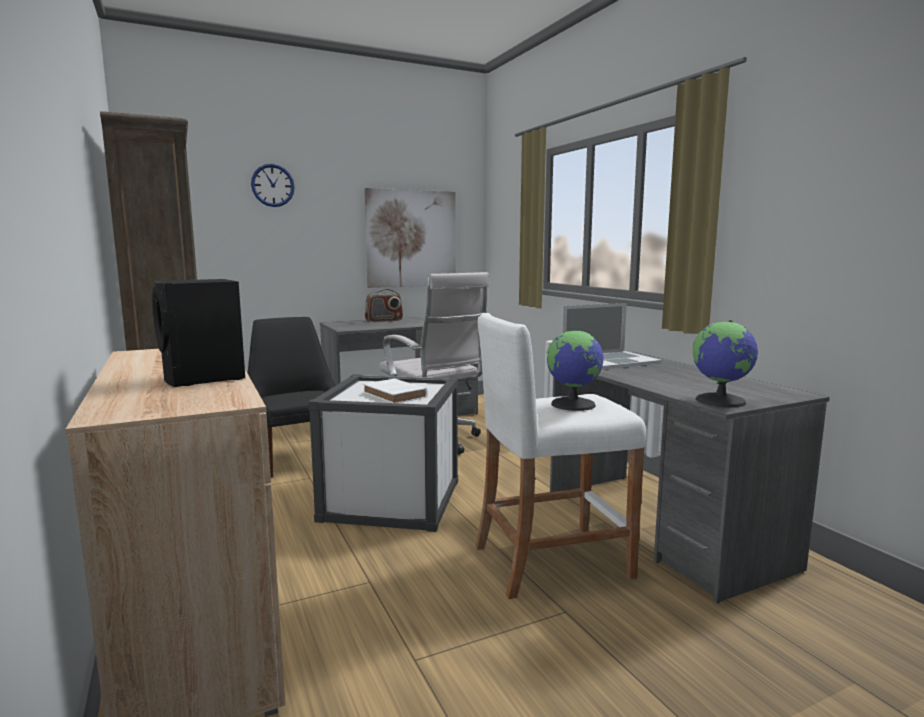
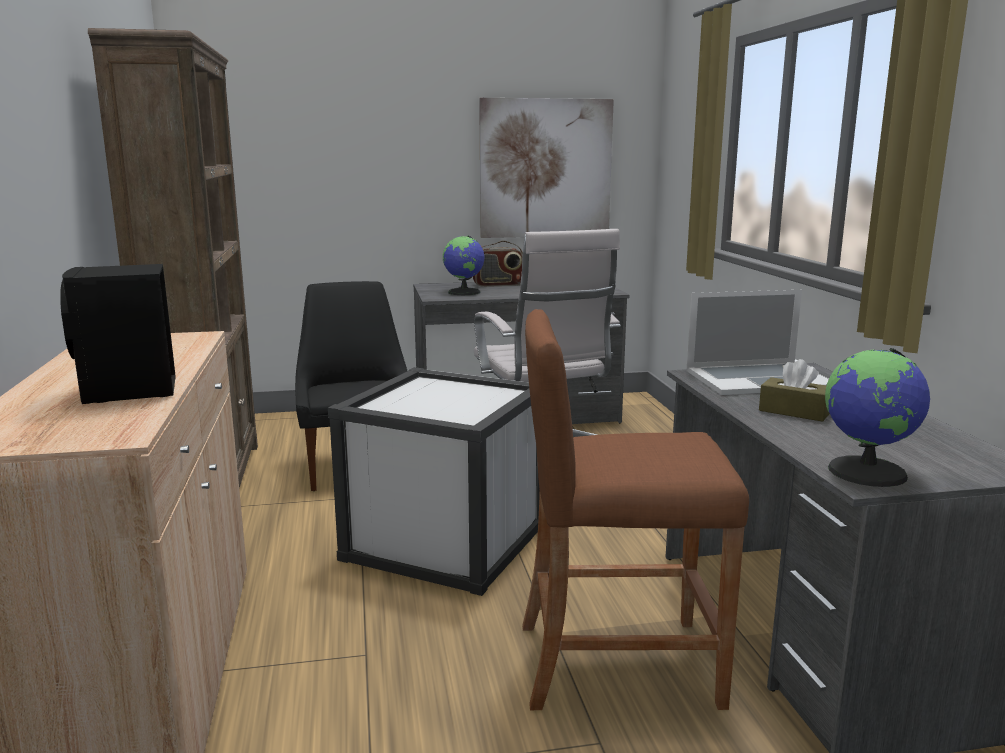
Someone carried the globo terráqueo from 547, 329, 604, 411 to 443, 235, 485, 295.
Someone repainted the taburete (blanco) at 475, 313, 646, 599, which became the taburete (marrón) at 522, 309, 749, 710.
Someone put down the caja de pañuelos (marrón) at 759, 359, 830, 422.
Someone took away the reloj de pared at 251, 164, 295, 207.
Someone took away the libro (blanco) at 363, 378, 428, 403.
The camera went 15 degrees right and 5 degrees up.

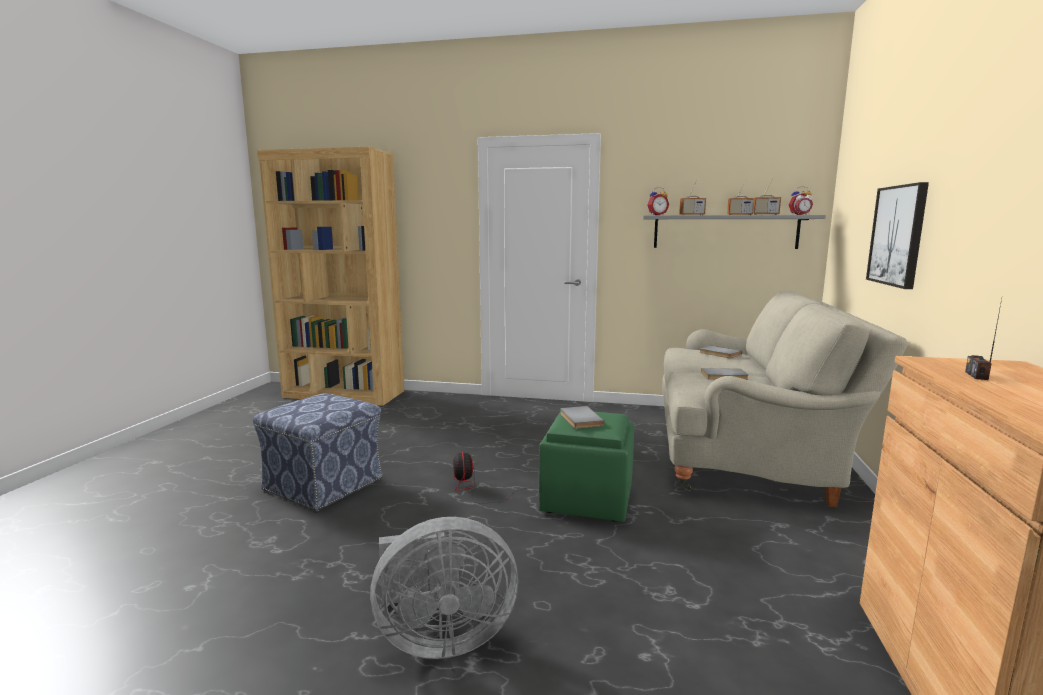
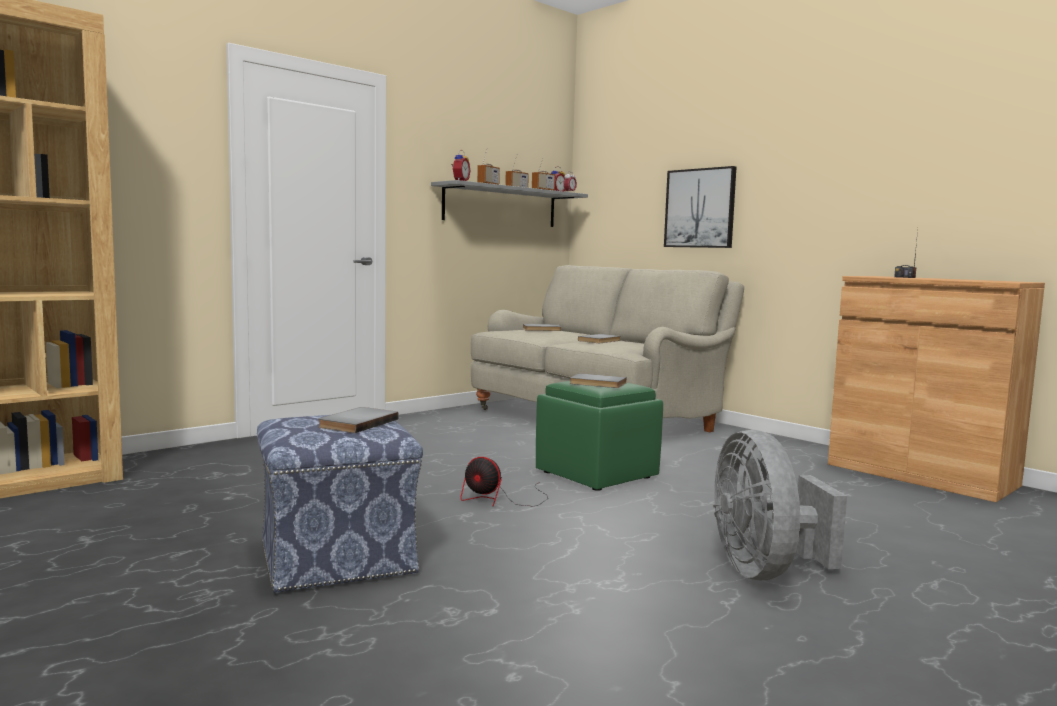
Someone put down the libro (gris) at 318, 407, 399, 433.
Someone rotated the ventilador (gris) at 370, 517, 518, 659 by 150 degrees clockwise.
The camera went 55 degrees left and 5 degrees down.

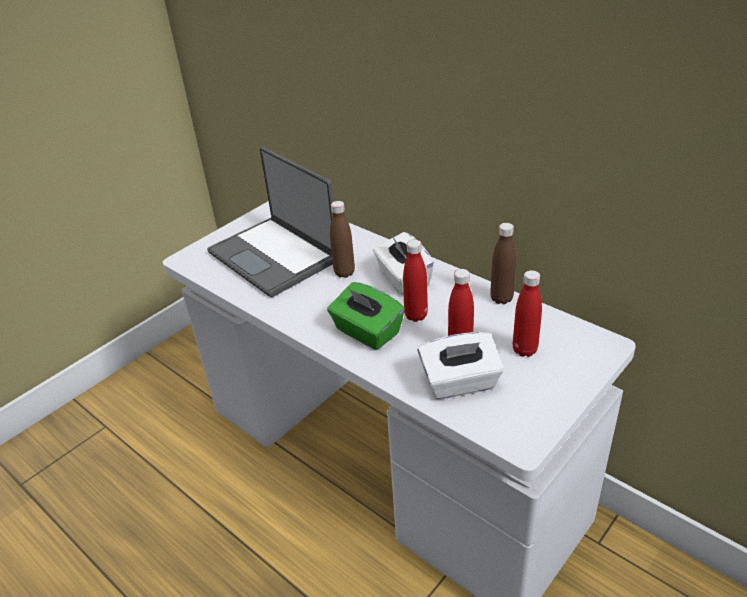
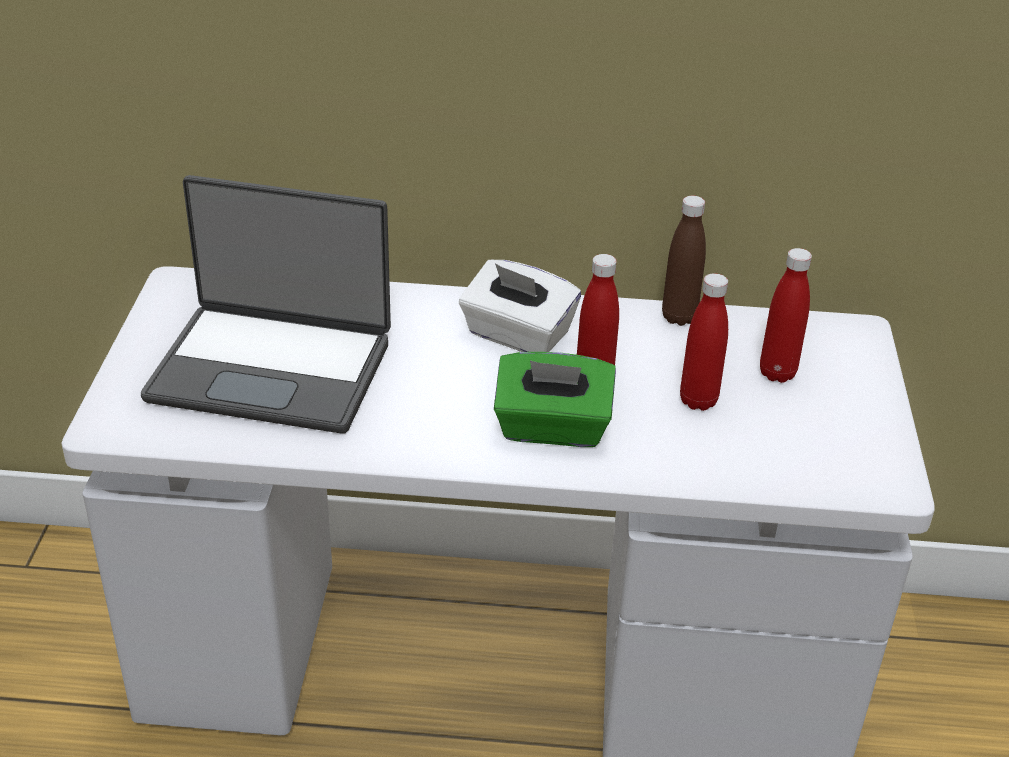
Someone took away the botella (marrón) at 330, 201, 355, 278.
Someone took away the caja de pañuelos (blanco) at 418, 332, 504, 399.
The camera went 40 degrees left and 0 degrees up.

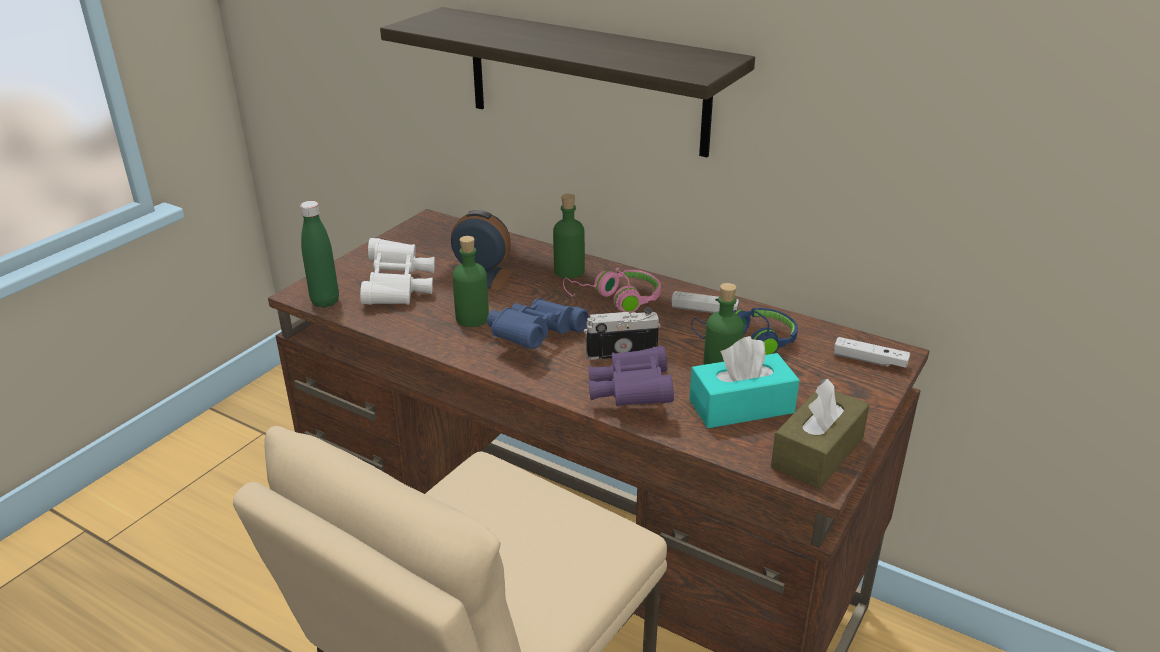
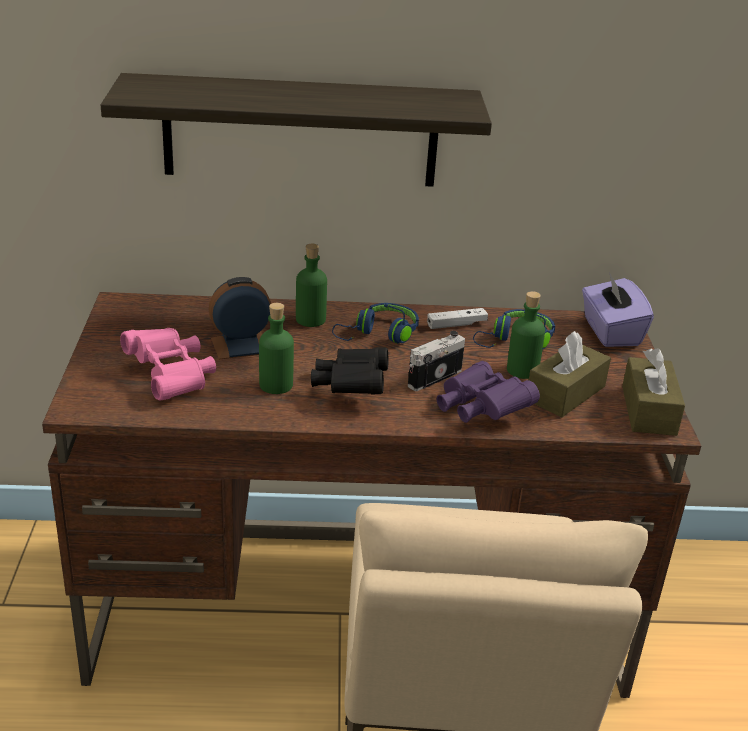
Someone repainted the prismáticos (blanco) at 360, 238, 435, 305, which became the prismáticos (rosa) at 120, 328, 216, 400.
Someone repainted the prismáticos (azul) at 487, 298, 589, 349, which became the prismáticos (negro) at 311, 347, 388, 395.
Someone repainted the auriculares (rosa) at 563, 267, 661, 313, which became the auriculares (azul) at 332, 303, 419, 343.
Someone repainted the caja de pañuelos (turquesa) at 689, 336, 800, 428, which became the caja de pañuelos (marrón) at 529, 331, 611, 418.
Someone swapped the mando de consola (blanco) at 834, 337, 910, 368 for the caja de pañuelos (morado) at 582, 272, 654, 347.
Someone took away the botella (verde) at 300, 201, 339, 308.
The camera went 35 degrees left and 0 degrees up.

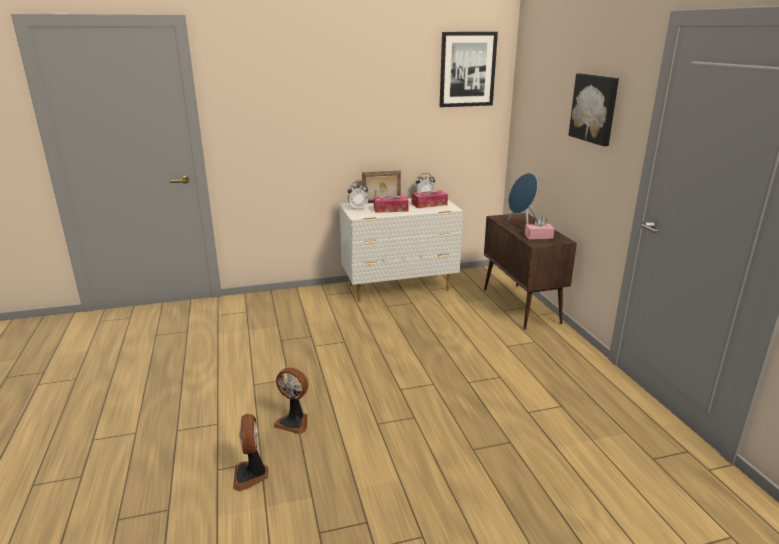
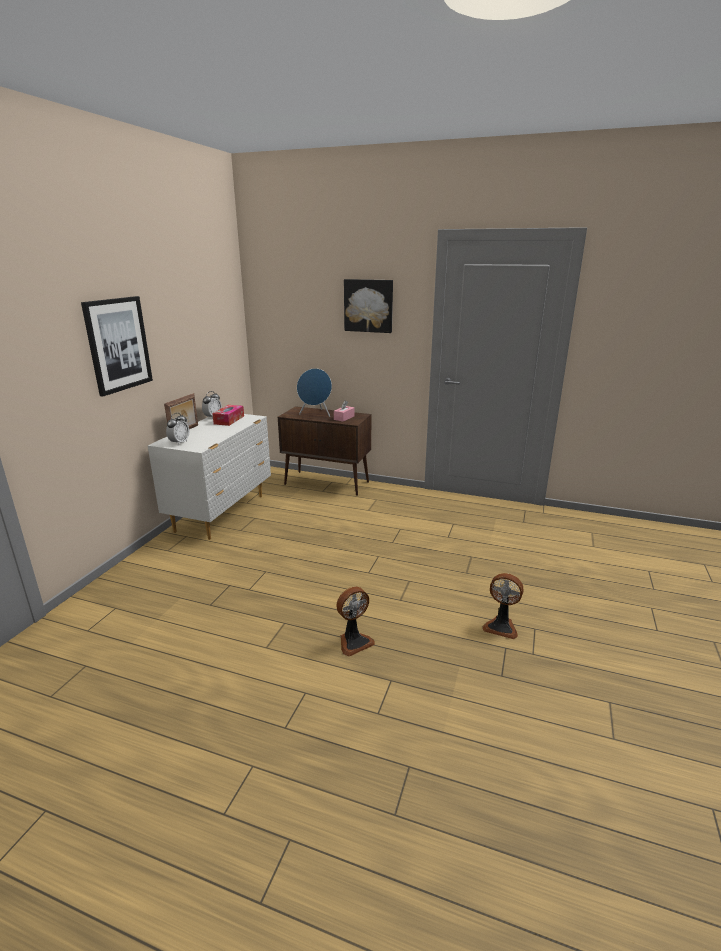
Someone carried the cuadro from 440, 32, 498, 107 to 81, 296, 153, 396.
Someone carried the ventilador from 233, 414, 268, 491 to 482, 573, 523, 639.
Someone took away the caja de pañuelos at 374, 196, 409, 213.
The camera went 55 degrees left and 0 degrees up.

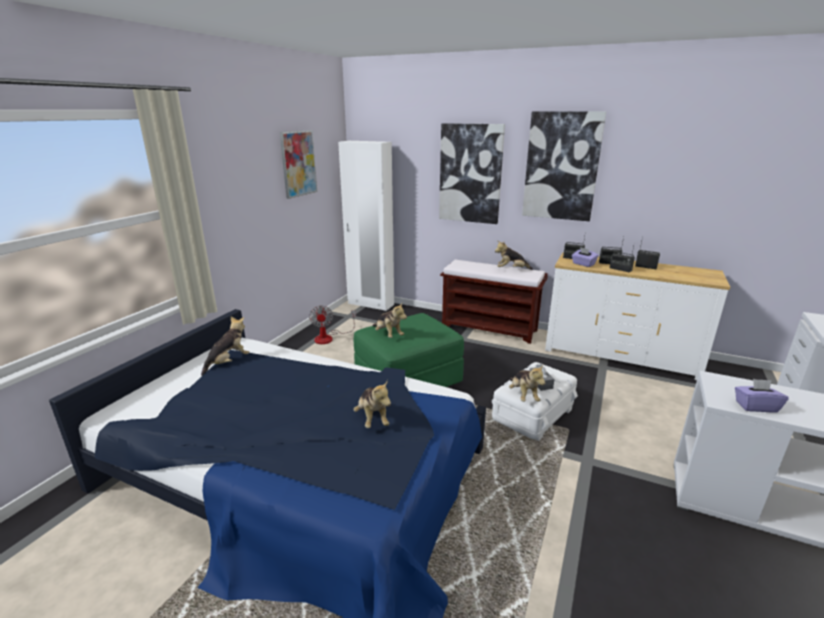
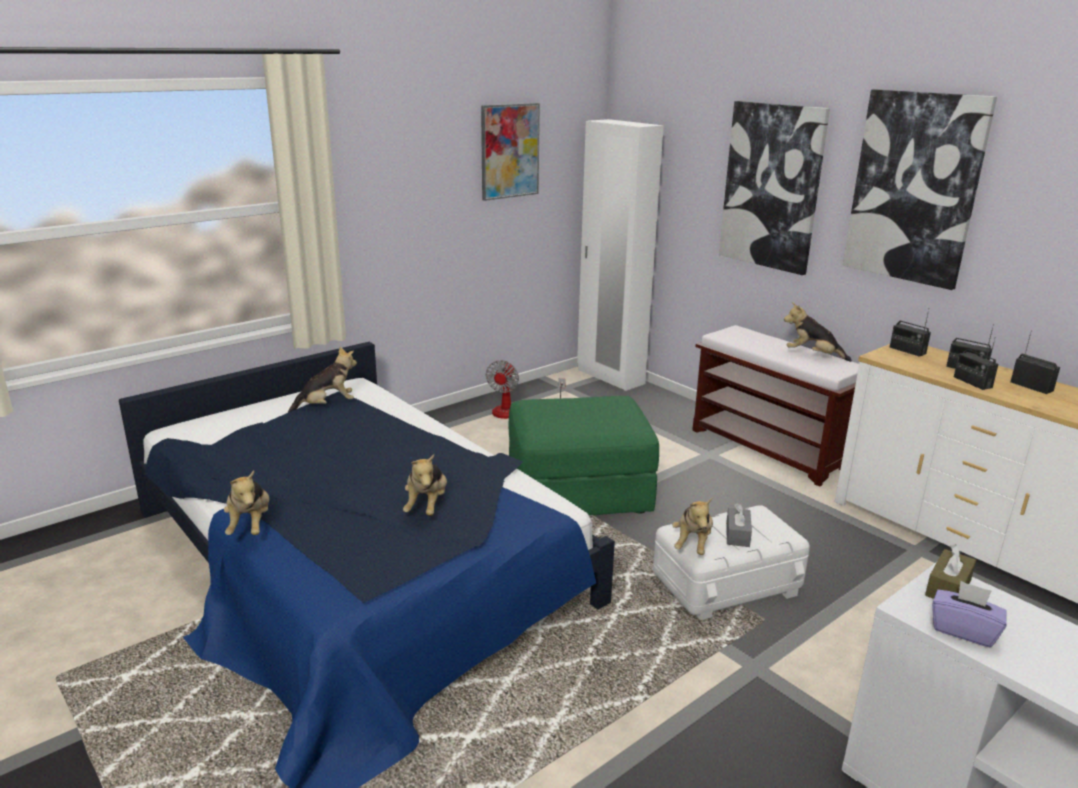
Someone carried the peluche from 372, 303, 407, 338 to 224, 471, 269, 535.
Someone put down the caja de pañuelos (marrón) at 925, 544, 976, 599.
Someone took away the caja de pañuelos (morado) at 572, 248, 599, 267.
The camera went 25 degrees right and 0 degrees up.

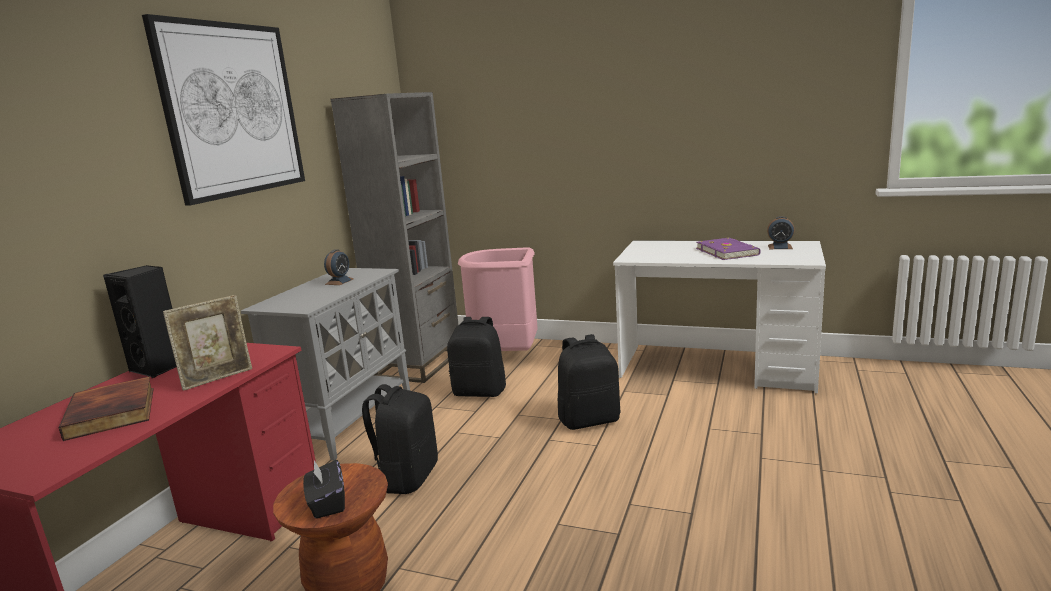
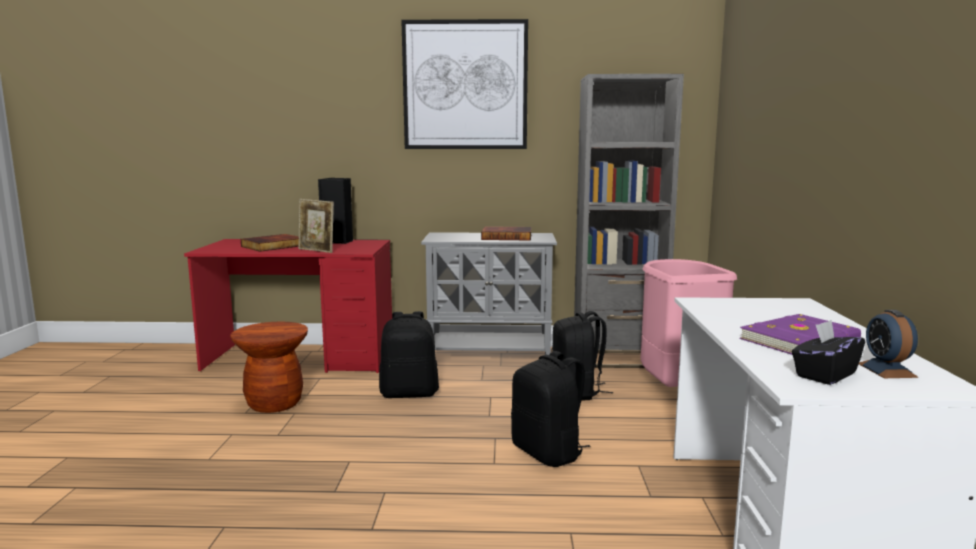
Someone swapped the despertador at 324, 249, 354, 285 for the libro at 481, 226, 532, 241.
Someone carried the caja de pañuelos (negro) from 303, 460, 345, 519 to 792, 320, 865, 385.
The camera went 70 degrees right and 5 degrees down.

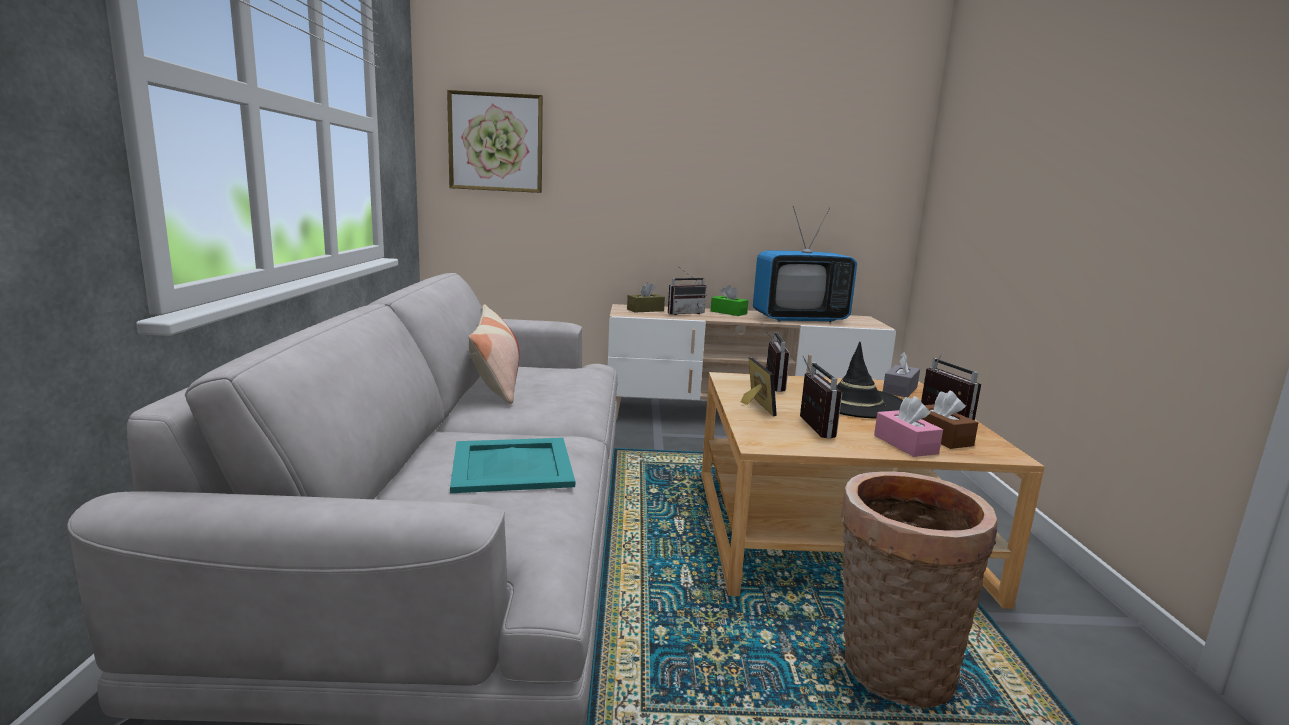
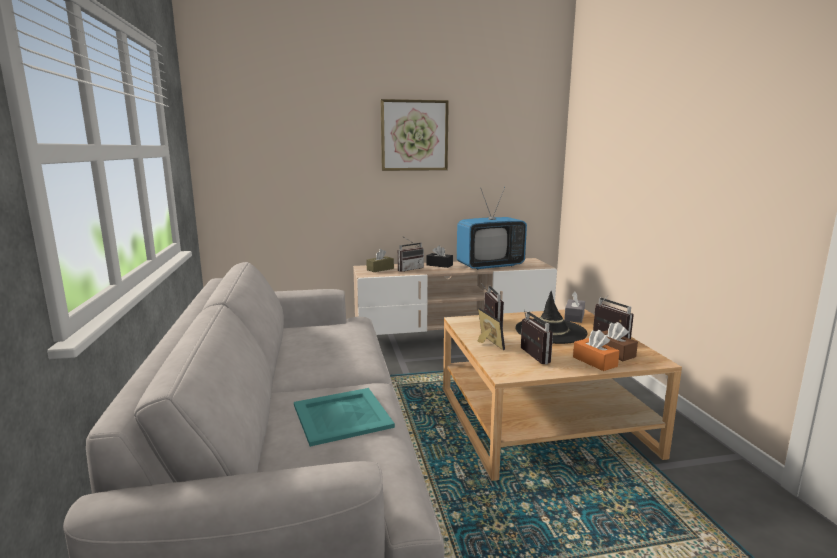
Someone carried the cuadro from 447, 90, 543, 193 to 381, 99, 449, 171.
Someone repainted the caja de pañuelos (verde) at 711, 285, 748, 316, which became the caja de pañuelos (negro) at 426, 245, 453, 268.
Someone repainted the caja de pañuelos (rosa) at 874, 396, 943, 457, which became the caja de pañuelos (naranja) at 573, 330, 620, 371.
Someone took away the cojín at 469, 304, 520, 404.
Someone took away the cesta at 841, 471, 997, 708.
The camera went 10 degrees left and 0 degrees up.

